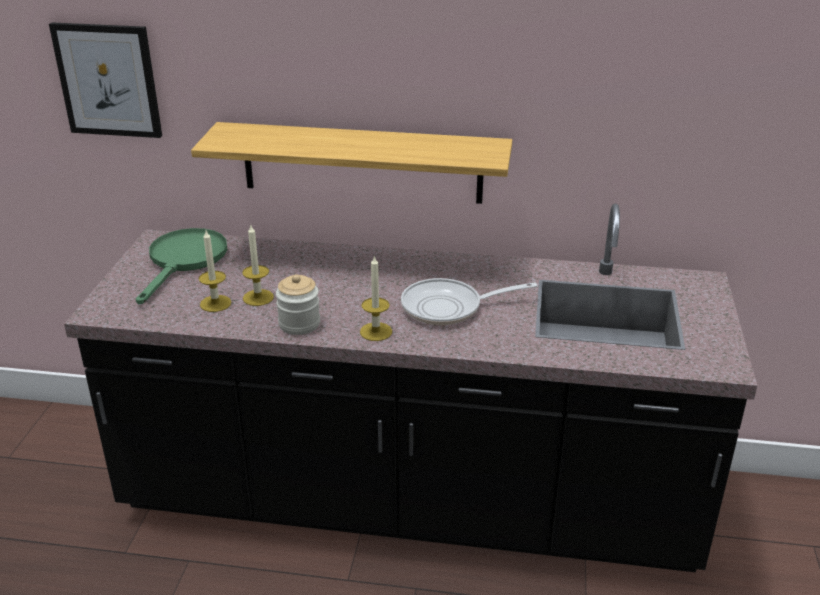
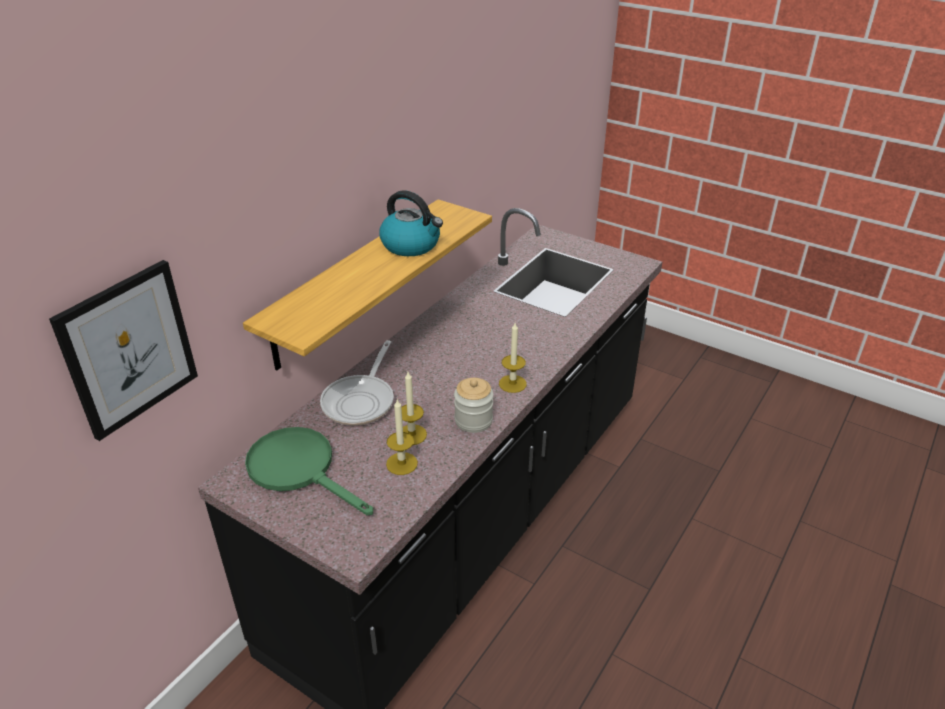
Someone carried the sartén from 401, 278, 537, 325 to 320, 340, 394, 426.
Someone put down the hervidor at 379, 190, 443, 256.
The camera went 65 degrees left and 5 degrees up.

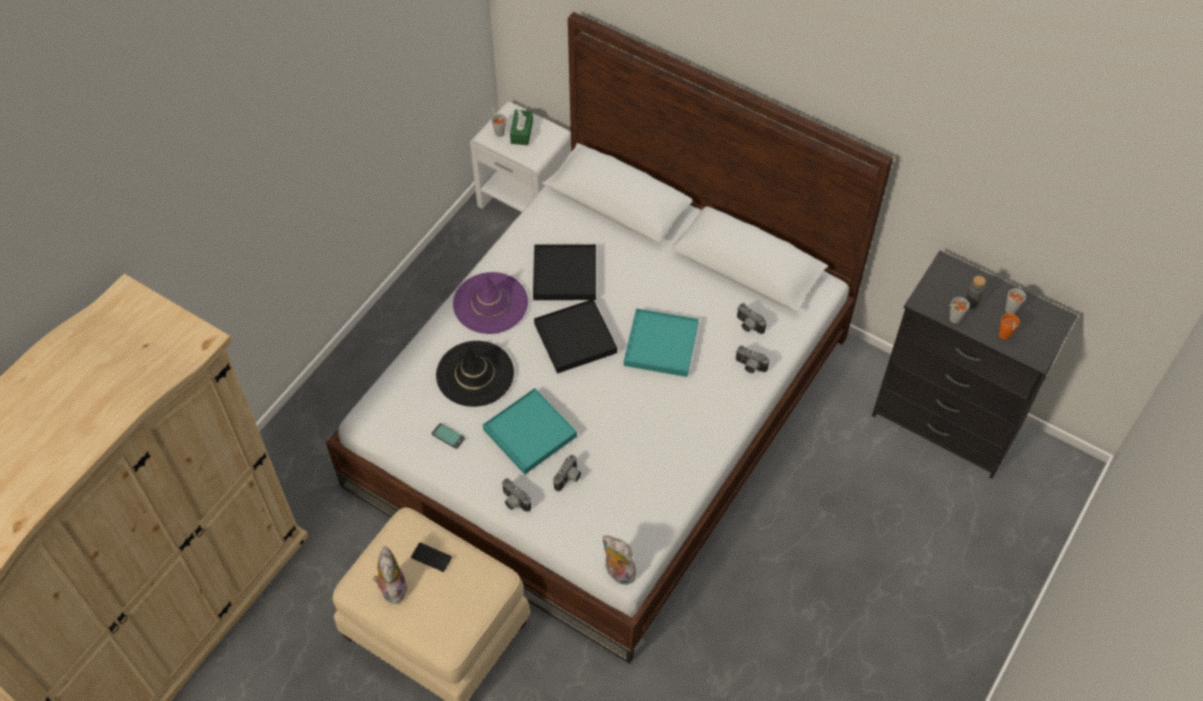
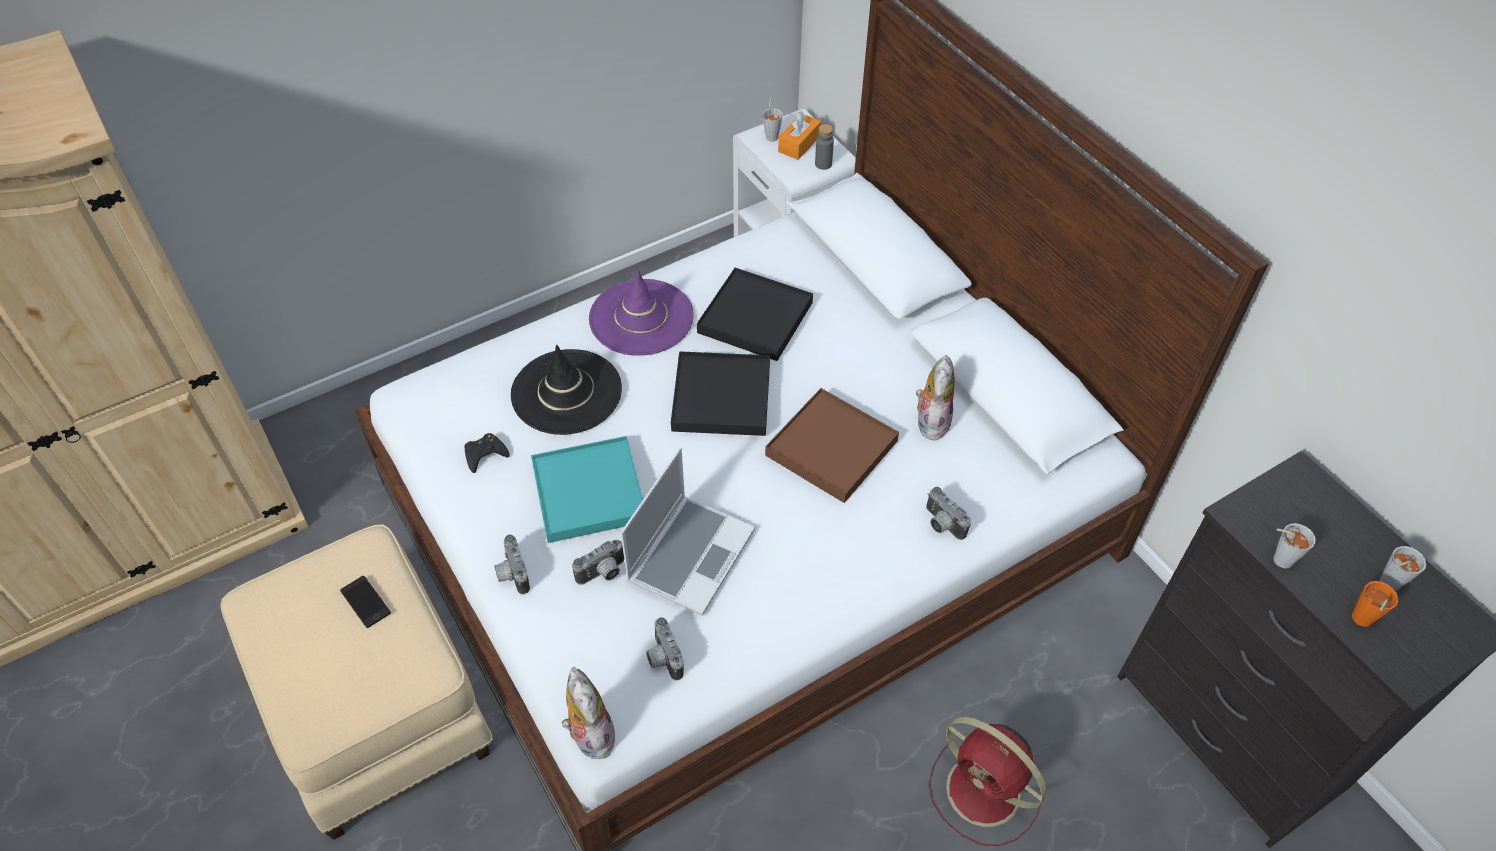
Someone swapped the móvil at 432, 423, 465, 449 for the mando de consola (negro) at 464, 433, 510, 473.
Someone put down the portátil at 620, 447, 755, 616.
Someone carried the cámara from 737, 303, 767, 334 to 646, 617, 684, 680.
Someone repainted the bandeja (turquesa) at 624, 308, 699, 377, which became the bandeja (marrón) at 765, 388, 899, 503.
Someone repainted the caja de pañuelos (verde) at 510, 110, 533, 145, which became the caja de pañuelos (naranja) at 778, 111, 821, 160.
Someone carried the botella (gris) from 965, 276, 986, 309 to 815, 124, 834, 170.
Someone carried the peluche from 373, 546, 408, 604 to 916, 355, 955, 441.
Someone put down the ventilador (rojo) at 929, 717, 1047, 846.
The camera went 25 degrees right and 5 degrees down.

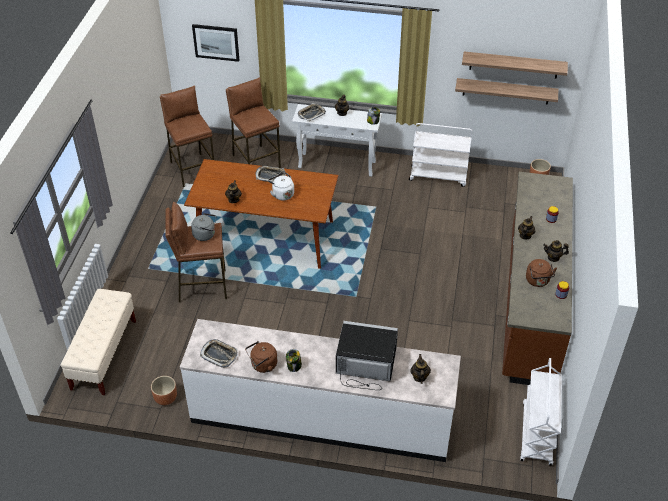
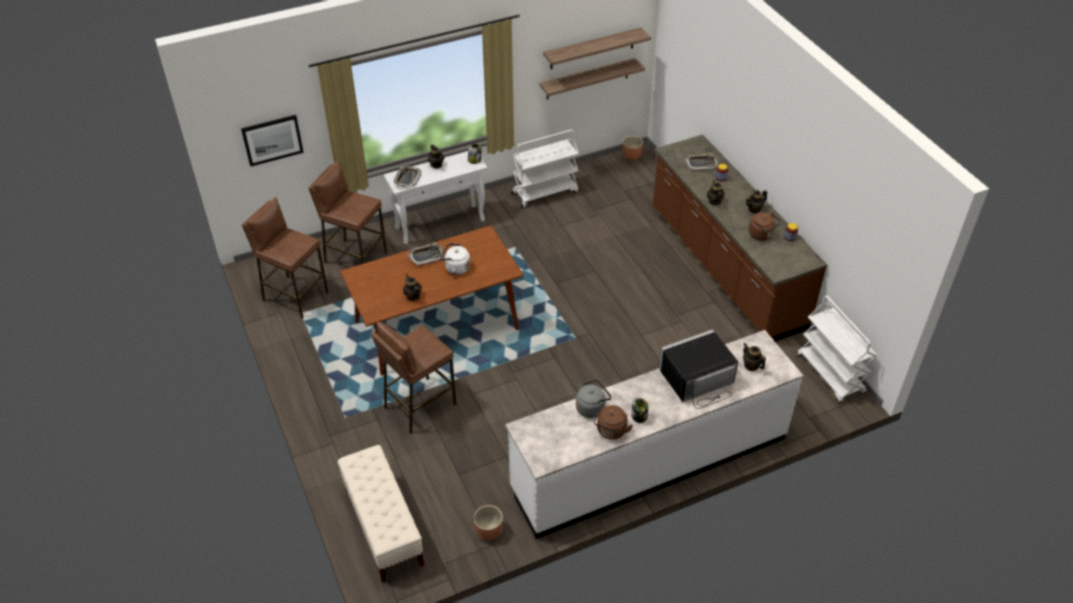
Someone carried the hervidor (gris) from 191, 213, 216, 241 to 576, 380, 611, 418.
Someone carried the bandeja from 200, 339, 237, 368 to 685, 153, 718, 170.
The camera went 35 degrees left and 0 degrees up.

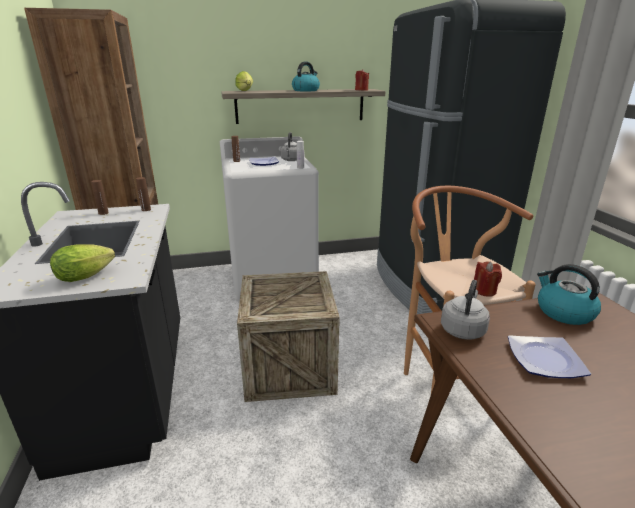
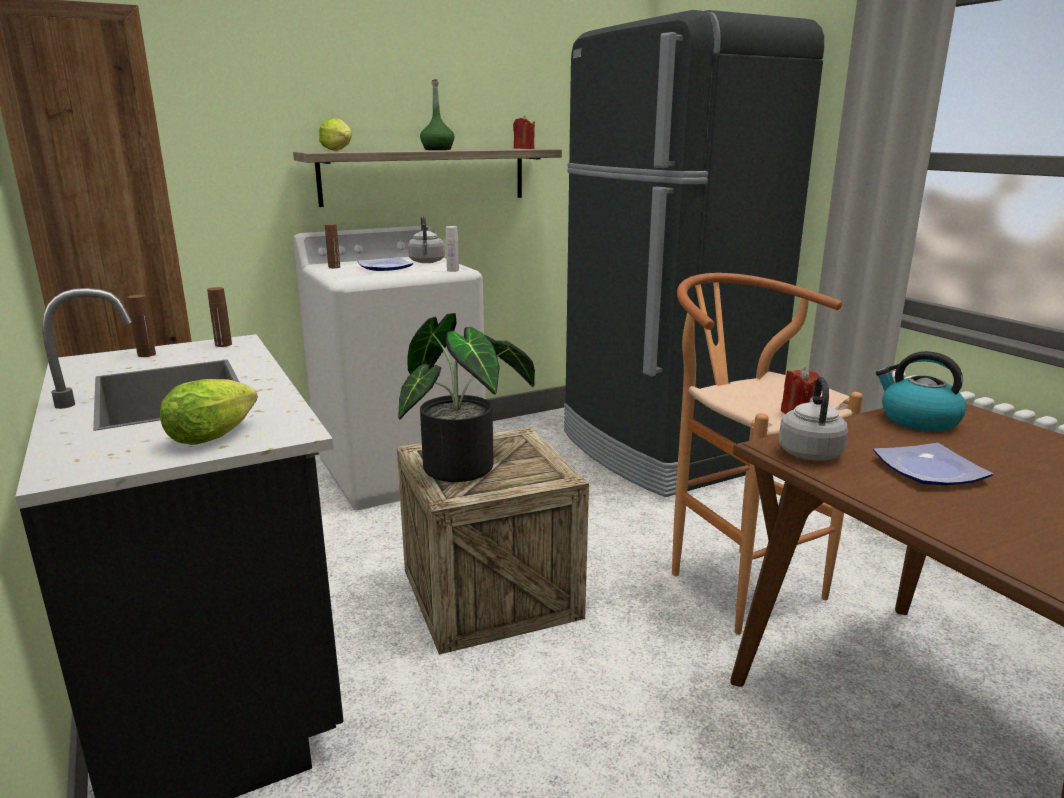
Someone put down the planta en maceta at 398, 313, 535, 482.
Someone swapped the hervidor at 292, 62, 320, 91 for the botella (verde) at 420, 79, 454, 150.
The camera went 15 degrees left and 5 degrees down.

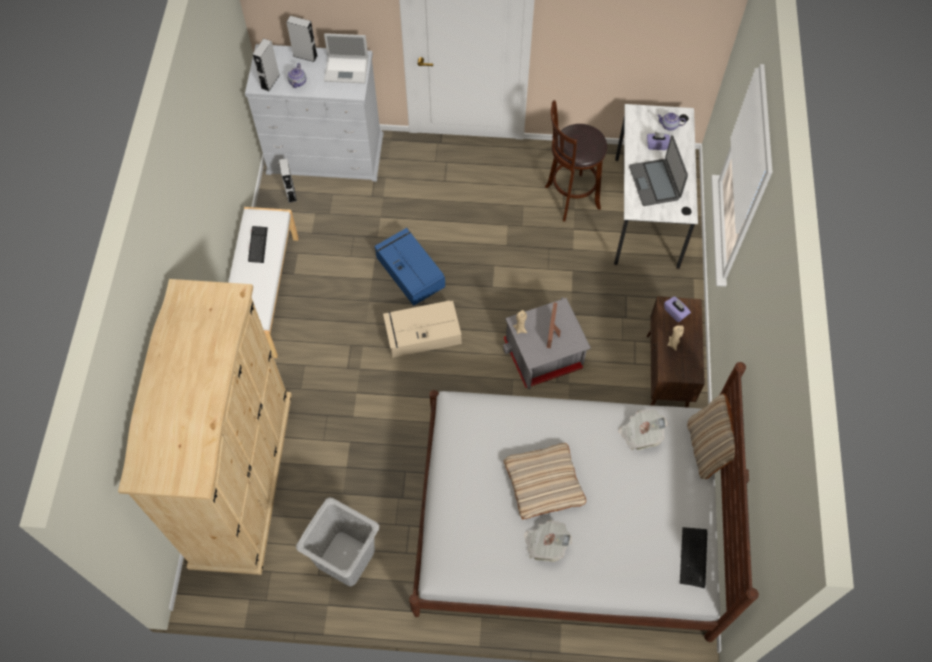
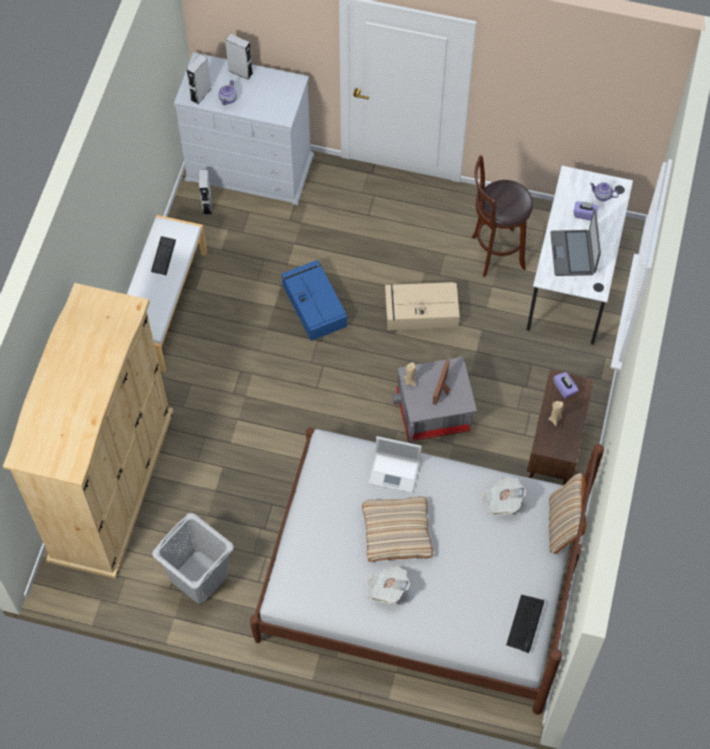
Someone carried the portátil from 324, 33, 368, 83 to 368, 436, 422, 493.
Someone carried the caja de almacenaje (beis) from 383, 300, 462, 358 to 385, 282, 460, 330.
The camera went 10 degrees right and 0 degrees up.

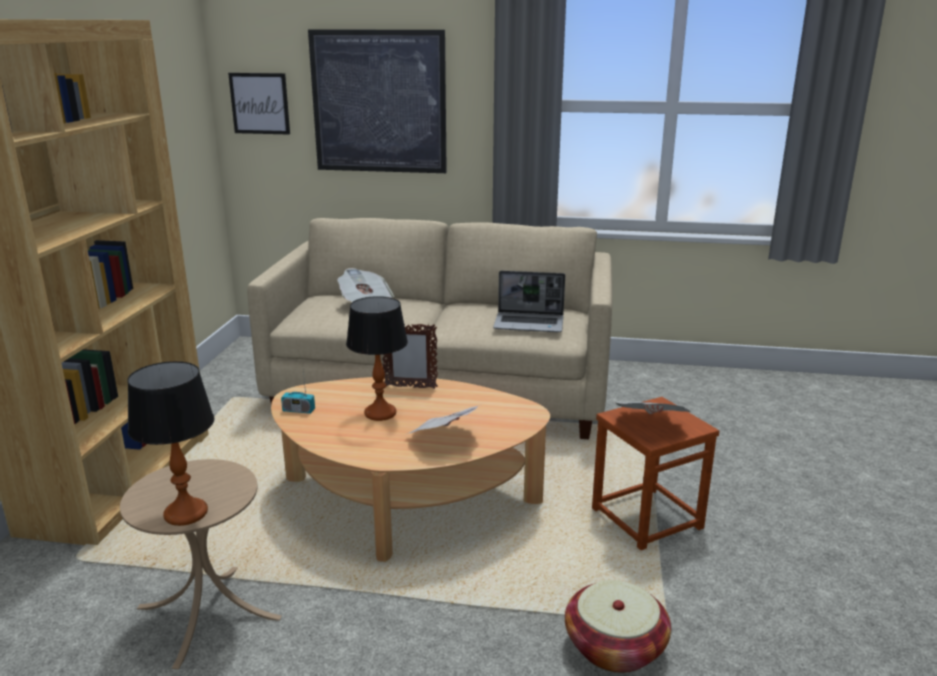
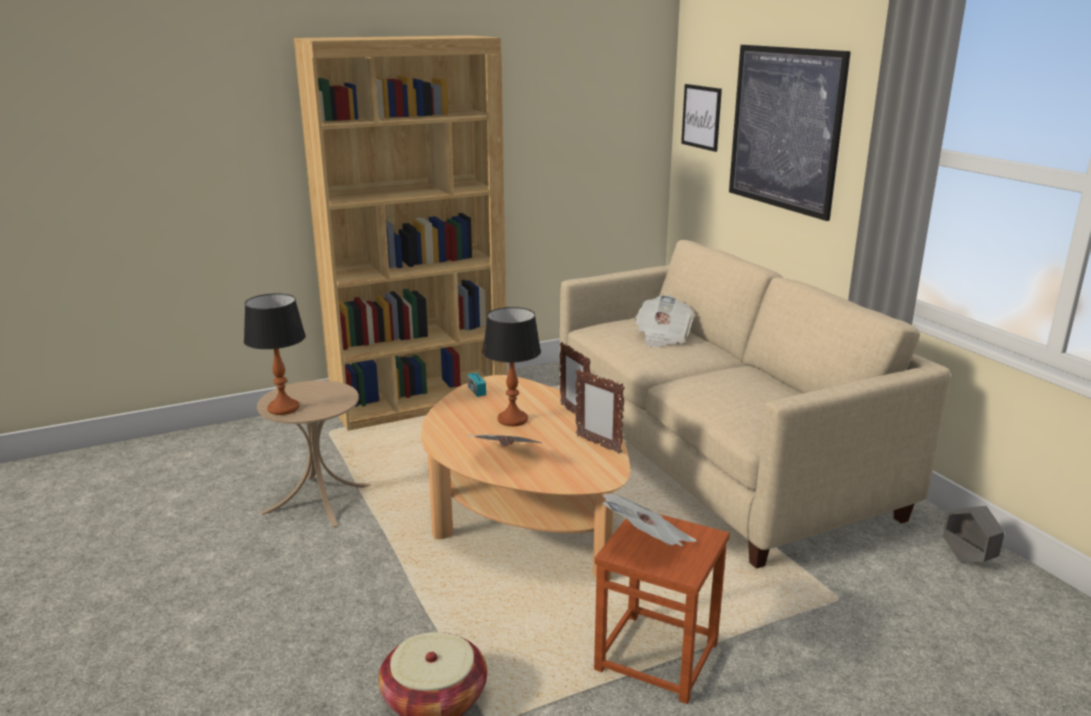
Someone put down the portarretratos at 575, 369, 625, 454.
Someone put down the maceta (gris) at 943, 506, 1005, 562.
Someone took away the portátil at 493, 271, 565, 332.
The camera went 55 degrees right and 0 degrees up.

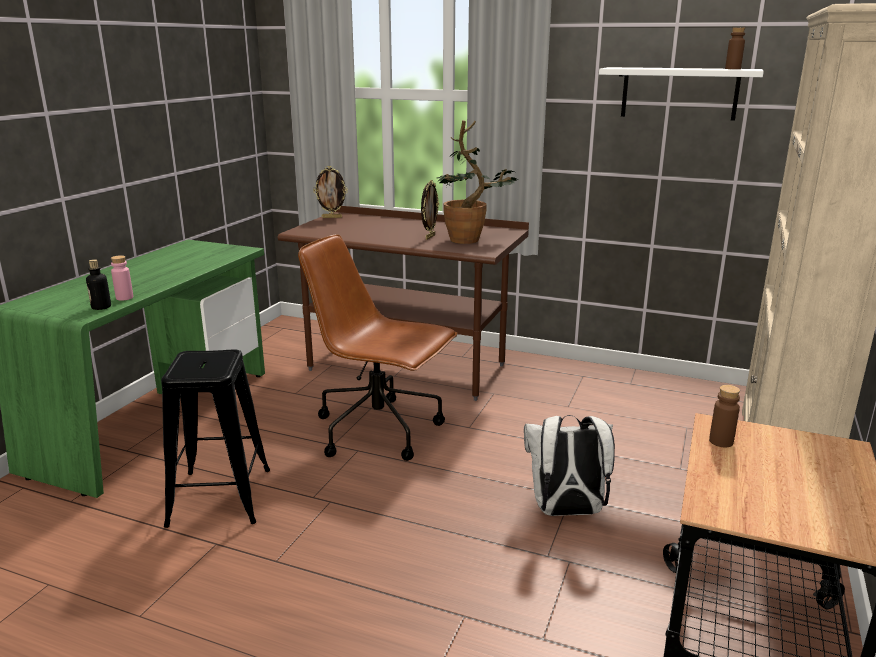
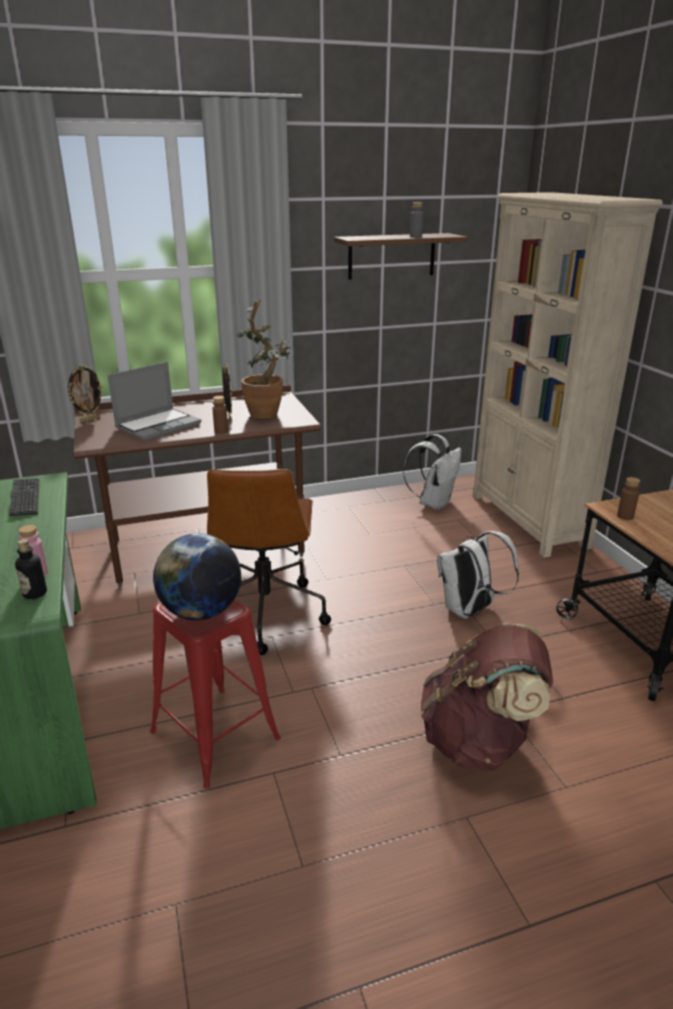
Someone put down the teclado at 9, 478, 39, 516.
Someone put down the portátil at 108, 362, 201, 441.
Someone repainted the taburete (negro) at 161, 350, 270, 528, which became the taburete (rojo) at 150, 599, 280, 788.
Someone put down the globo terráqueo at 153, 533, 241, 620.
Someone rotated the silla de oficina (marrón) at 298, 234, 457, 461 by 75 degrees counterclockwise.
Someone carried the botella (marrón) from 725, 27, 745, 69 to 212, 396, 228, 434.
Someone repainted the estante (blanco) at 599, 67, 764, 121, which became the estante (marrón) at 334, 233, 468, 279.
Someone put down the mochila (blanco) at 403, 434, 461, 510.
Someone put down the botella (gris) at 410, 202, 423, 237.
Someone put down the mochila (marrón) at 421, 623, 553, 771.
The camera went 40 degrees left and 5 degrees up.

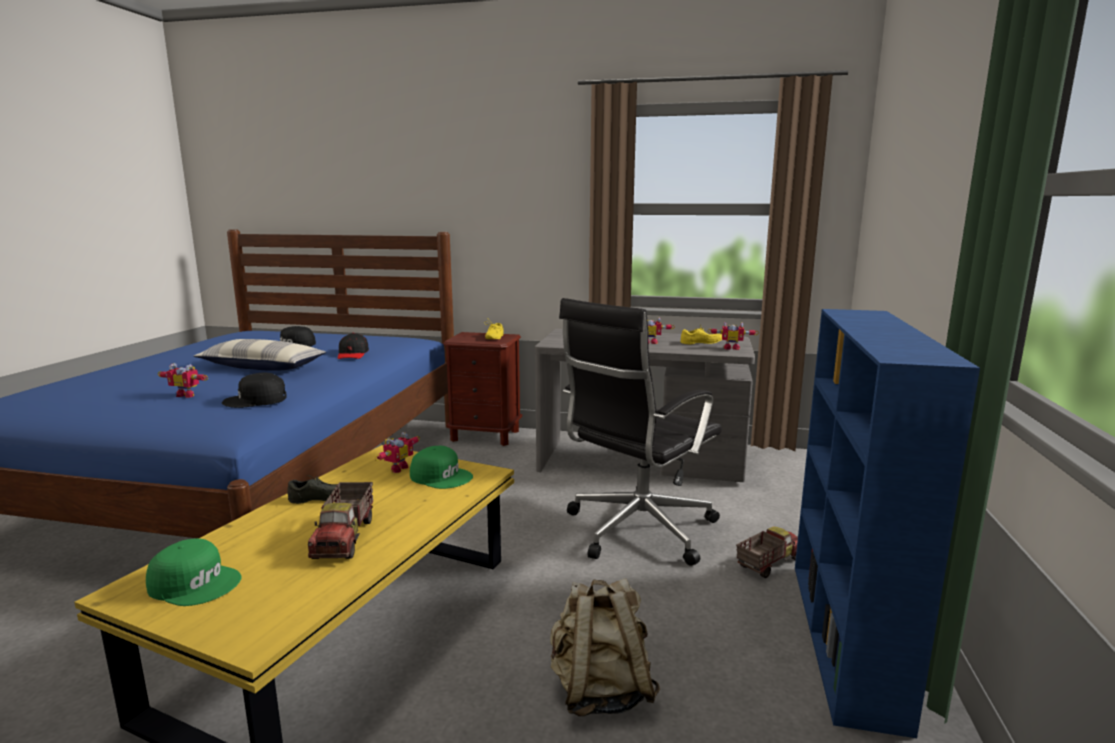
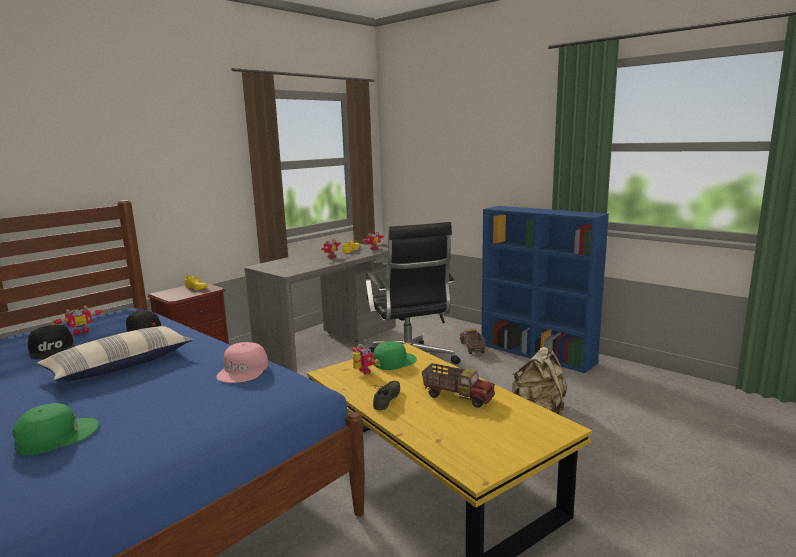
Someone carried the gorra (verde) from 146, 538, 242, 606 to 12, 403, 99, 455.
Someone carried the robot de juguete from 157, 363, 208, 398 to 50, 306, 105, 335.
Someone repainted the gorra (negro) at 222, 373, 287, 408, which became the gorra (rosa) at 216, 342, 268, 383.
The camera went 60 degrees left and 0 degrees up.

